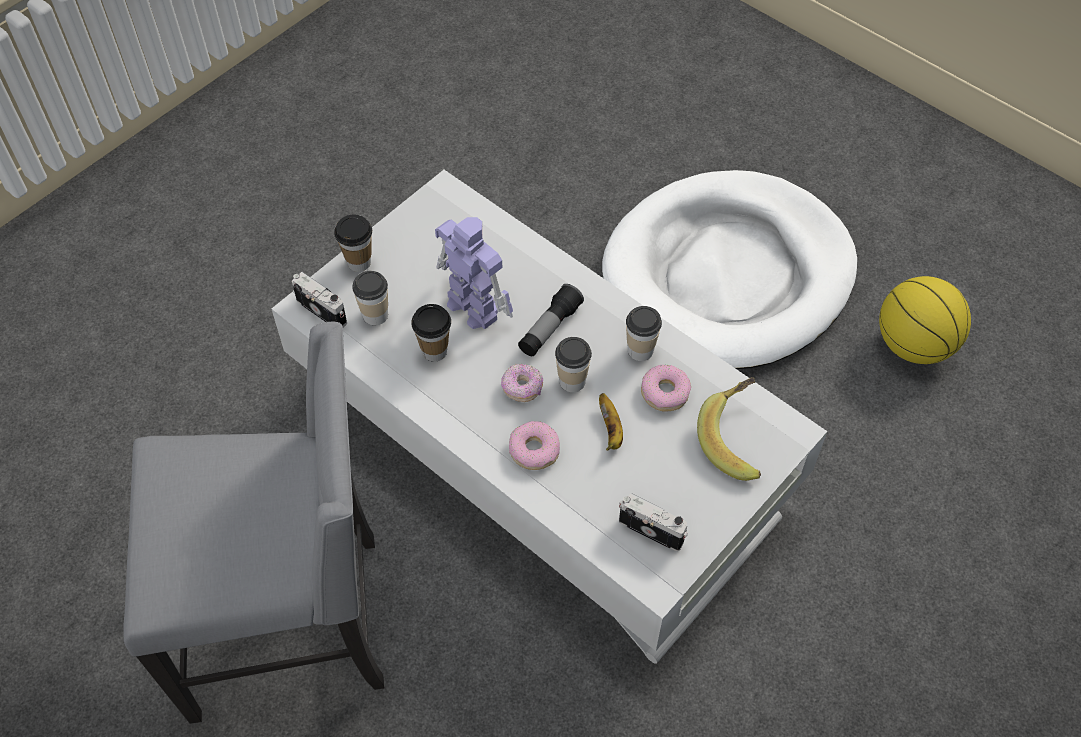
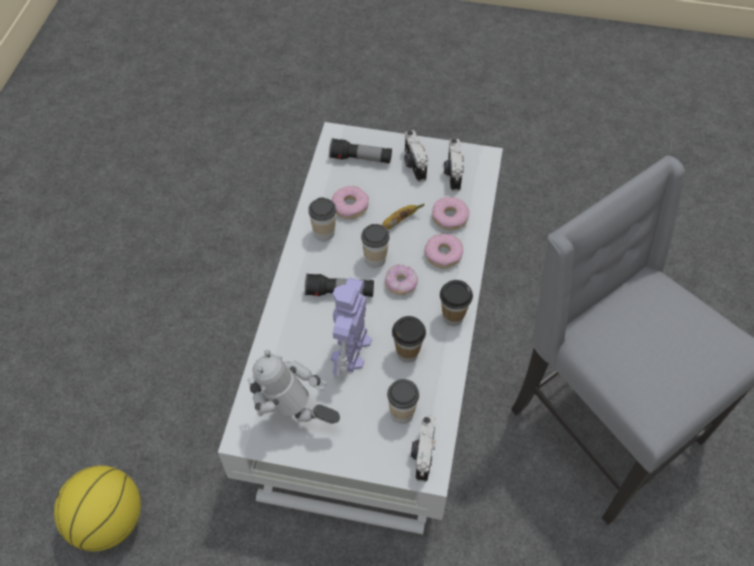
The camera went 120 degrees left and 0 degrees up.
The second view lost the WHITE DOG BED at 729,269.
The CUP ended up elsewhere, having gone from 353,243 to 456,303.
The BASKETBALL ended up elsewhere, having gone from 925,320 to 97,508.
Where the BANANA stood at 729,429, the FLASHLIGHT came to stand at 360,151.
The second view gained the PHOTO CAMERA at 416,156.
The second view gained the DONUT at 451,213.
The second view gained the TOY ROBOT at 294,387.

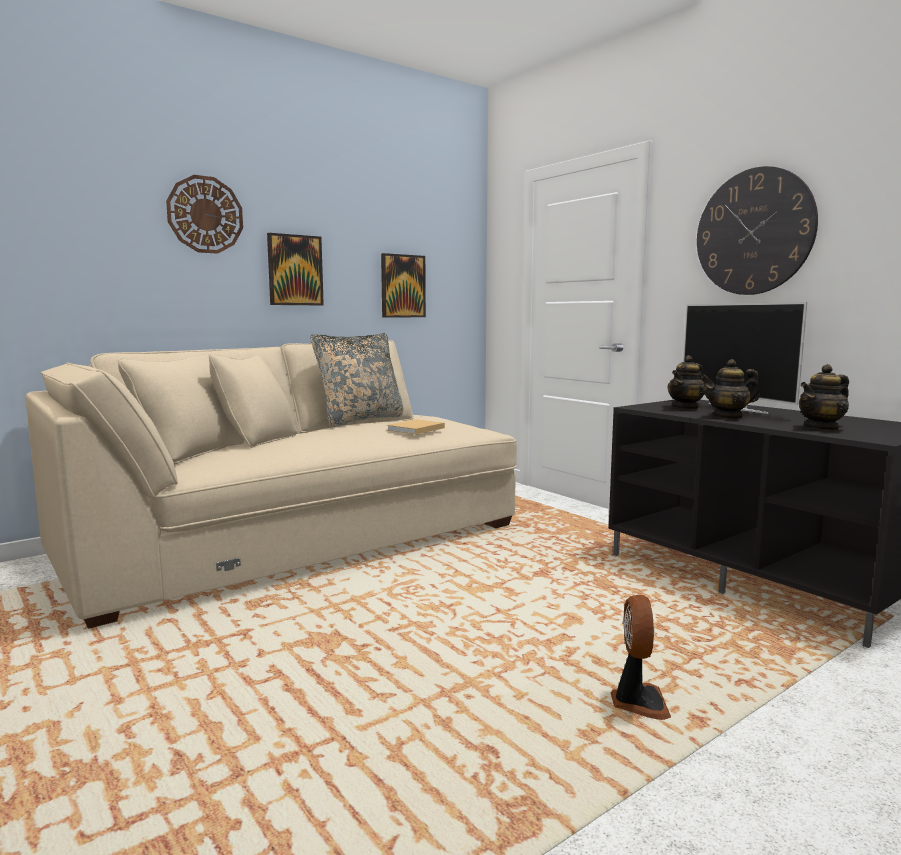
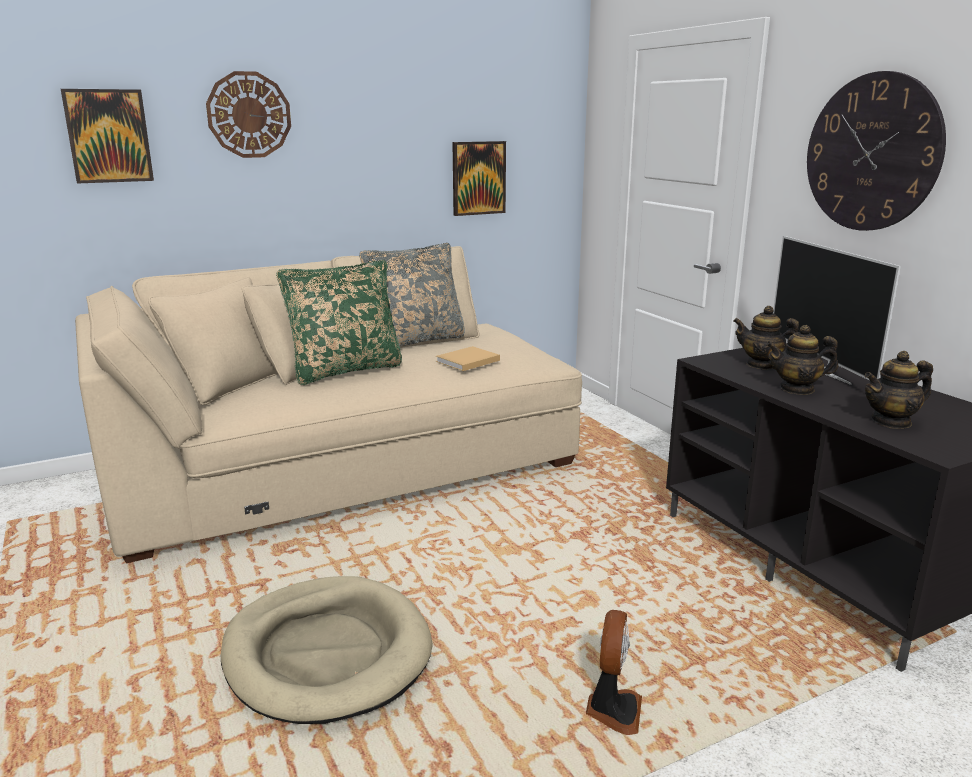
The camera went 10 degrees right and 10 degrees up.
The PICTURE ended up elsewhere, having gone from 295,269 to 107,136.
The TEAPOT at 686,382 ended up facing another way, 60 degrees clockwise from before.
The second view gained the GREEN PILLOW at 339,322.
The second view gained the BEIGE DOG BED at 326,650.

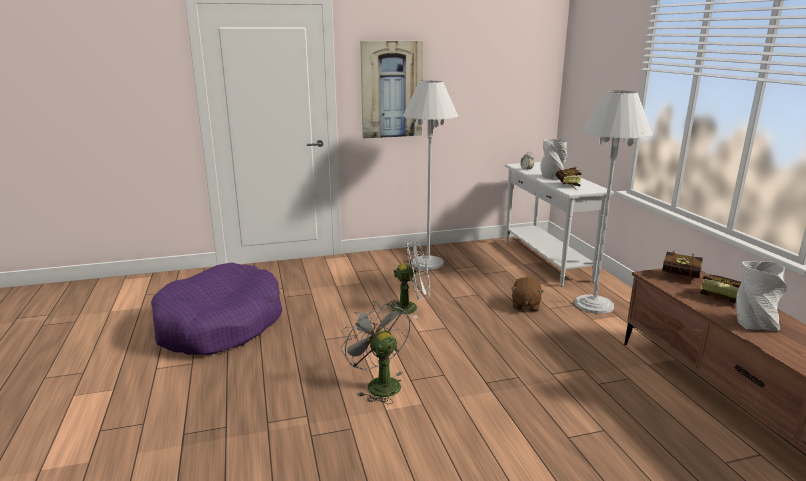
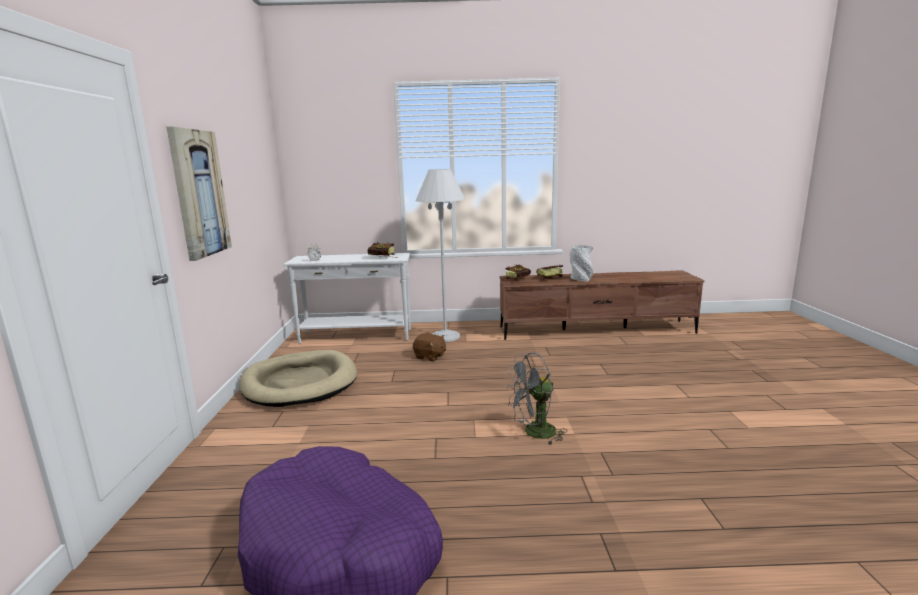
The camera went 75 degrees left and 5 degrees down.
Where the WHITE FLOOR LAMP stood at 430,175, the BEIGE DOG BED came to stand at 298,378.
The second view lost the GREY VASE at 554,159.
The second view lost the WHITE FAN at 406,280.

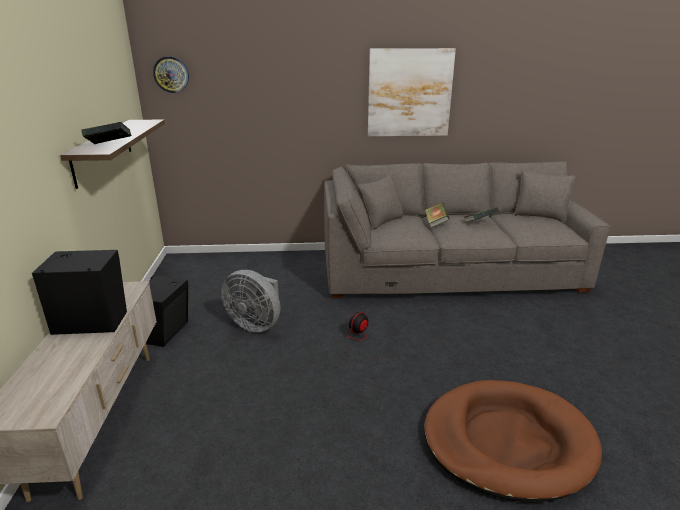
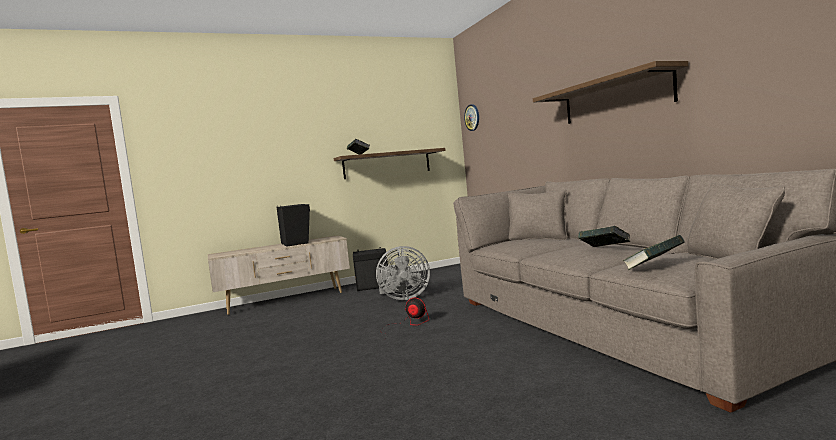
The camera went 70 degrees right and 20 degrees down.
Where the PICTURE hung at 412,92, the SHELF came to hang at 610,92.
The BOOK ended up elsewhere, having gone from 437,215 to 654,252.
The GREY FAN at 250,301 ended up facing another way, 105 degrees counterclockwise from before.
The second view lost the BROWN DOG BED at 513,441.

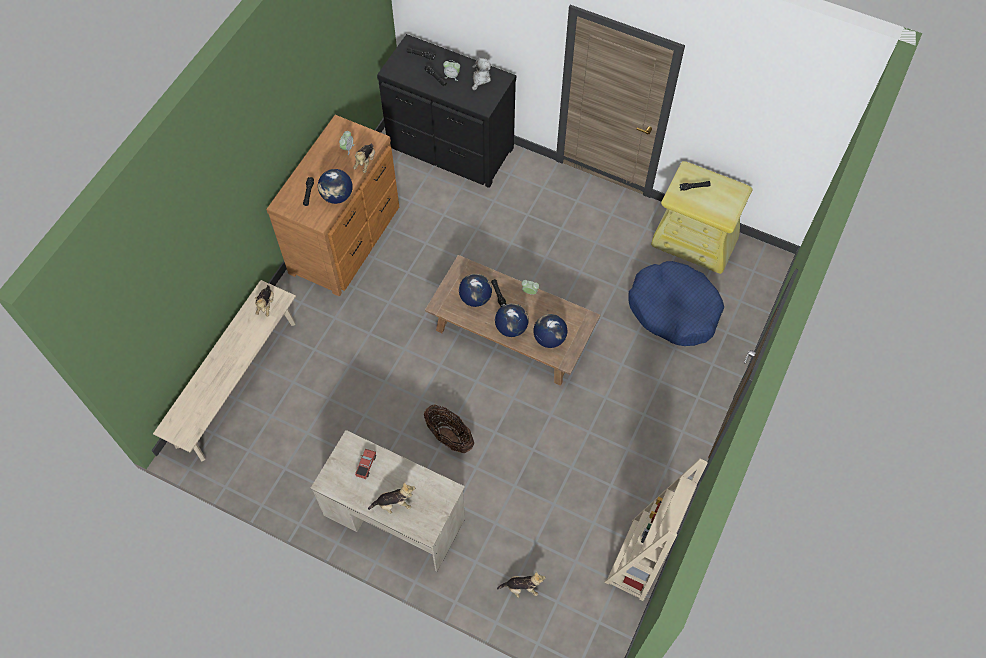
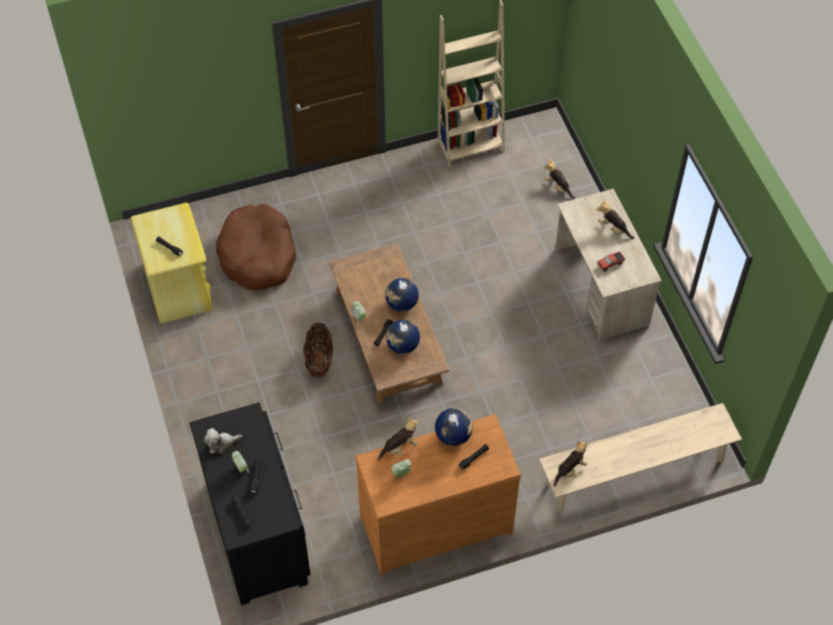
The camera went 135 degrees left and 5 degrees down.
What was the BLUE DOG BED at 676,303 turned into the BROWN DOG BED at 256,247.
The second view lost the GLOBE at 550,331.
The BASKET ended up elsewhere, having gone from 449,428 to 318,350.

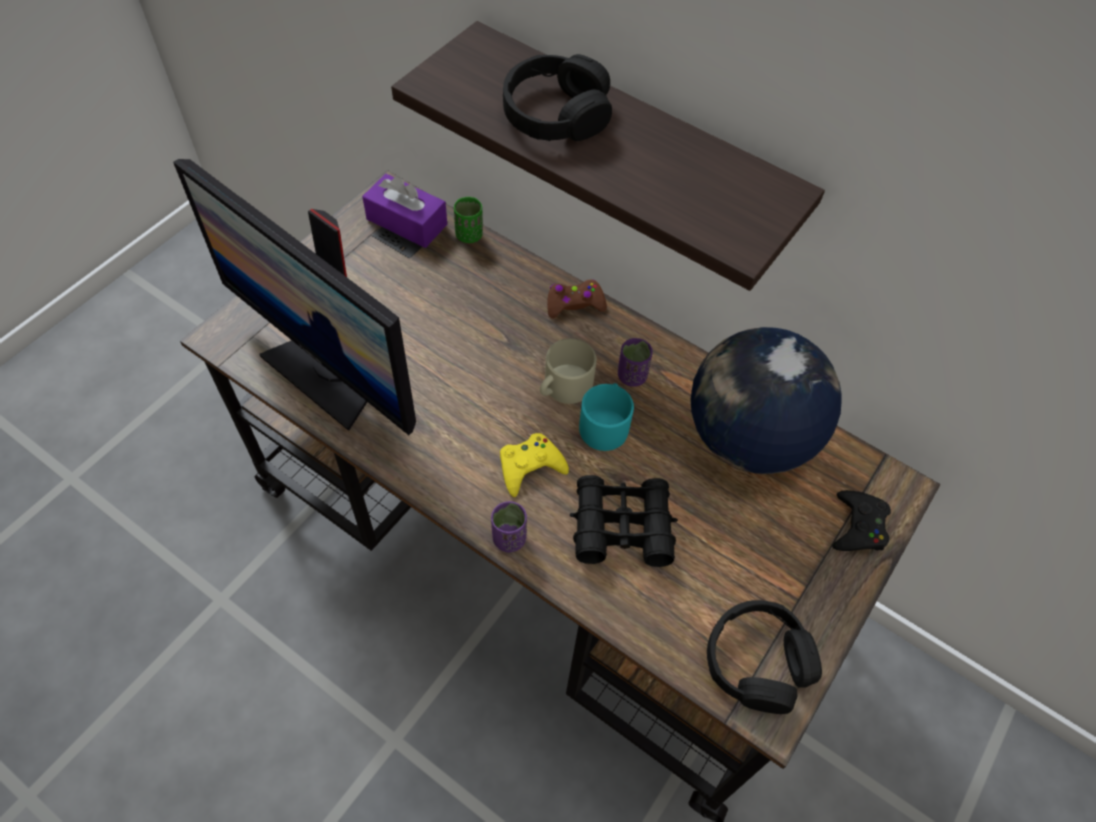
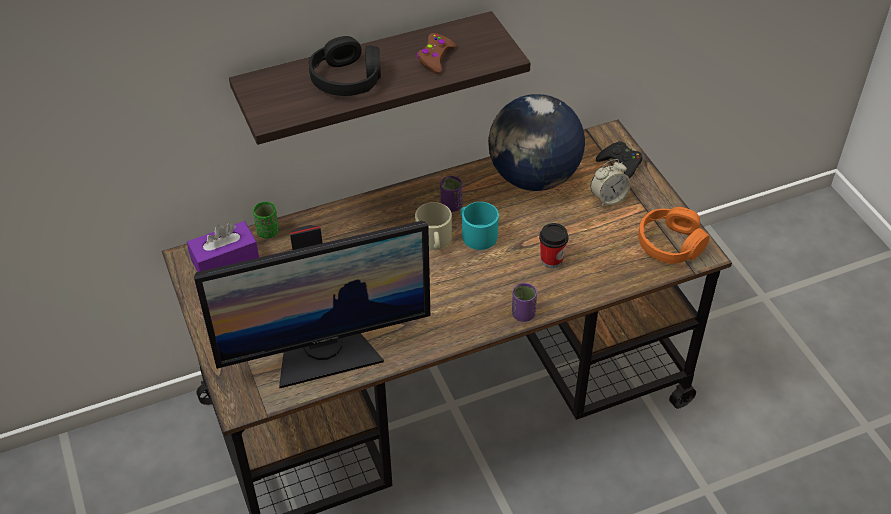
The camera went 55 degrees left and 10 degrees down.
The BROWN GAME CONTROLLER ended up elsewhere, having gone from 577,298 to 436,53.
The second view lost the YELLOW GAME CONTROLLER at 534,465.
Where the BLACK BINOCULARS stood at 624,521, the CUP came to stand at 554,245.
What was the BLACK HEADPHONES at 764,657 turned into the ORANGE HEADPHONES at 673,235.
The second view gained the ALARM CLOCK at 610,183.

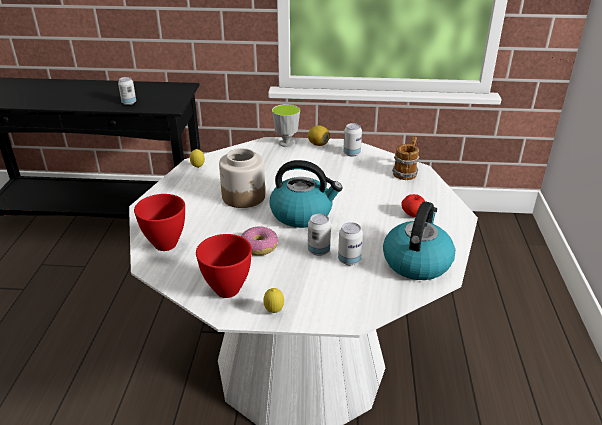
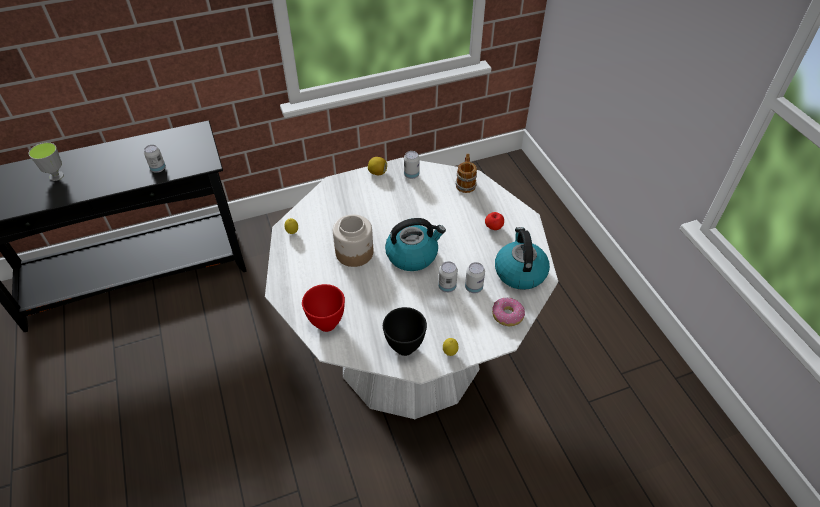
The camera went 25 degrees left and 15 degrees up.
The CUP ended up elsewhere, having gone from 286,125 to 46,161.
The DONUT ended up elsewhere, having gone from 259,241 to 508,312.
What was the RED BOWL at 224,266 turned into the BLACK BOWL at 405,331.

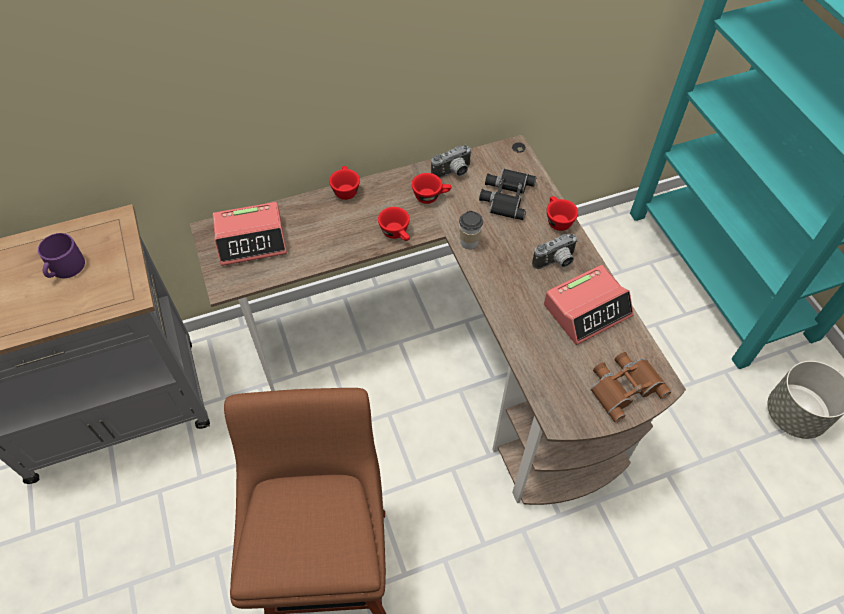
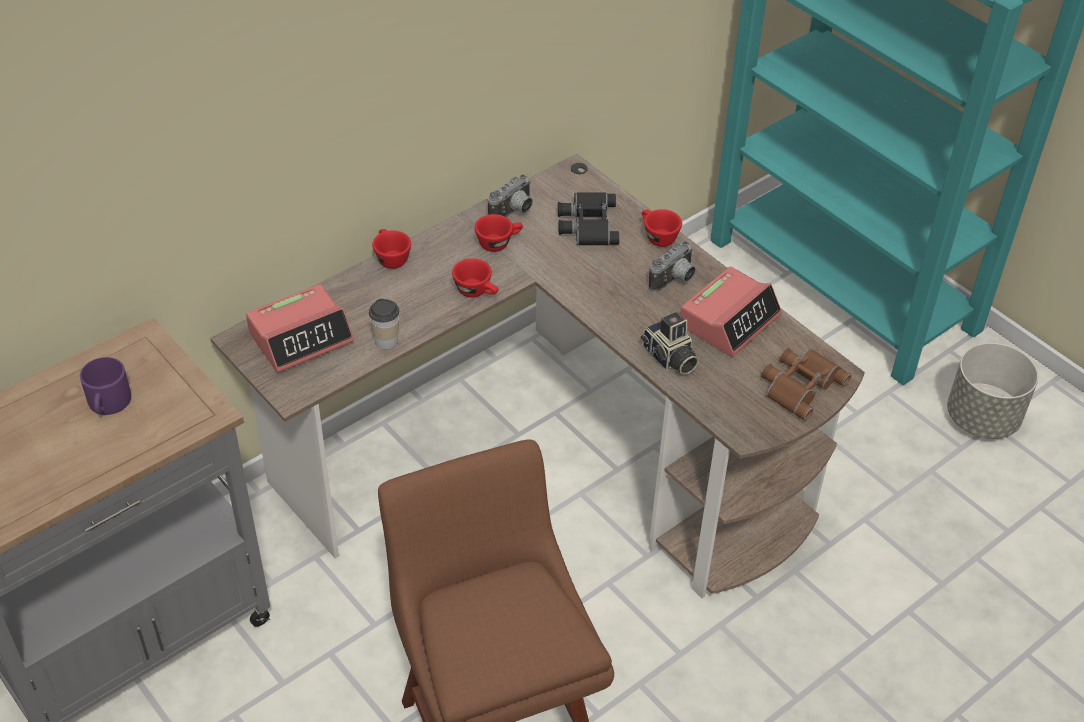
The camera went 20 degrees left and 10 degrees down.
The CUP ended up elsewhere, having gone from 471,230 to 384,324.
The second view gained the PHOTO CAMERA at 670,343.

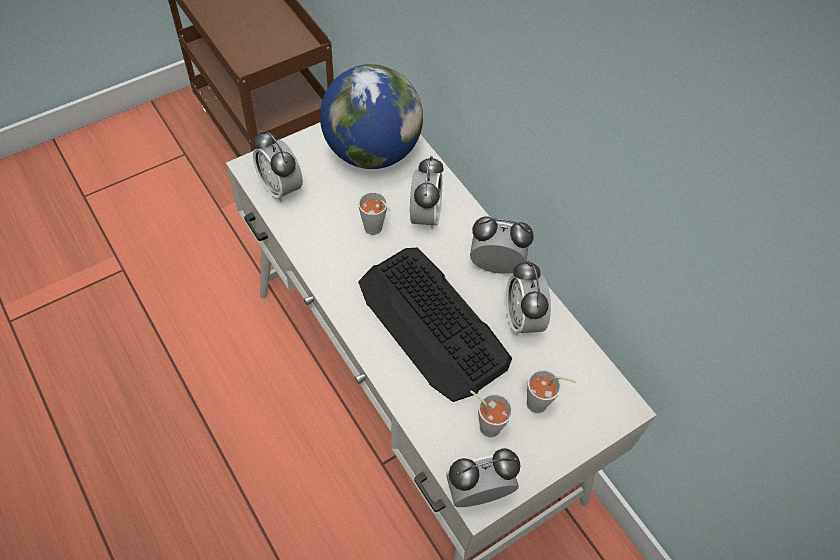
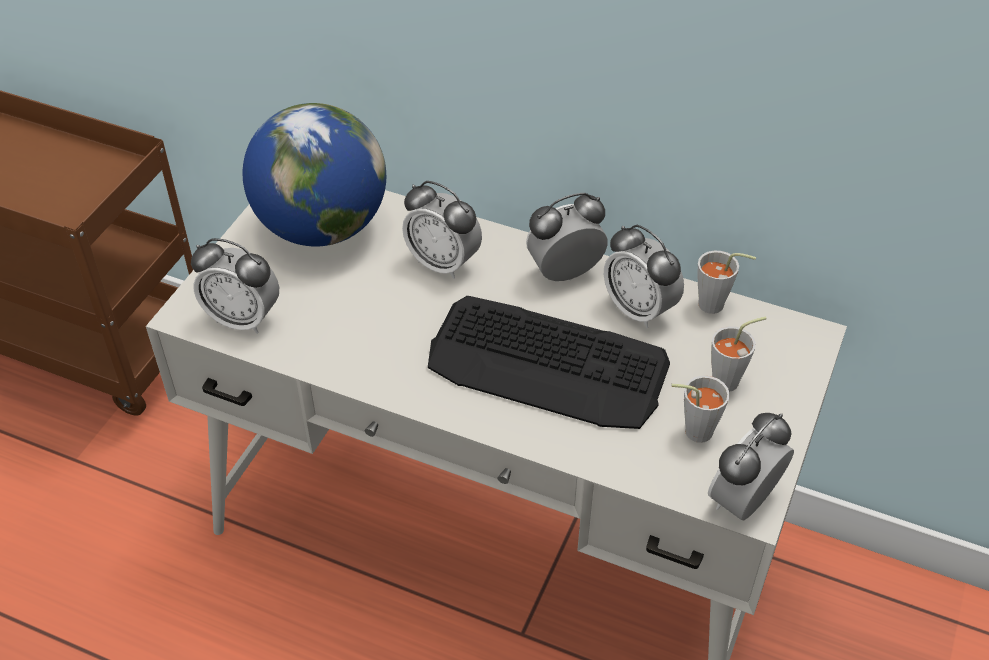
The camera went 30 degrees left and 10 degrees down.
The ALARM CLOCK at 427,193 ended up facing another way, 150 degrees clockwise from before.
The GREY CUP ended up elsewhere, having gone from 374,213 to 726,282.

